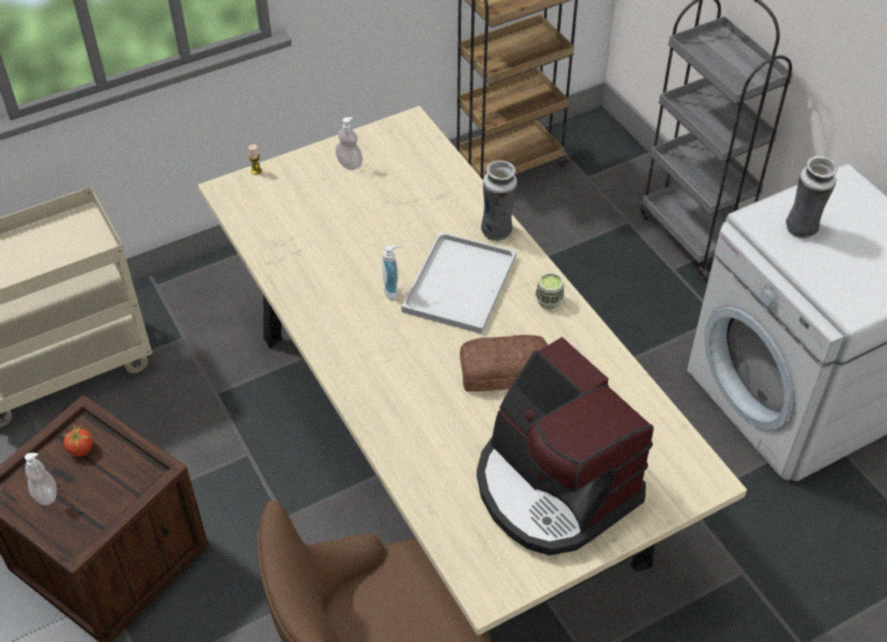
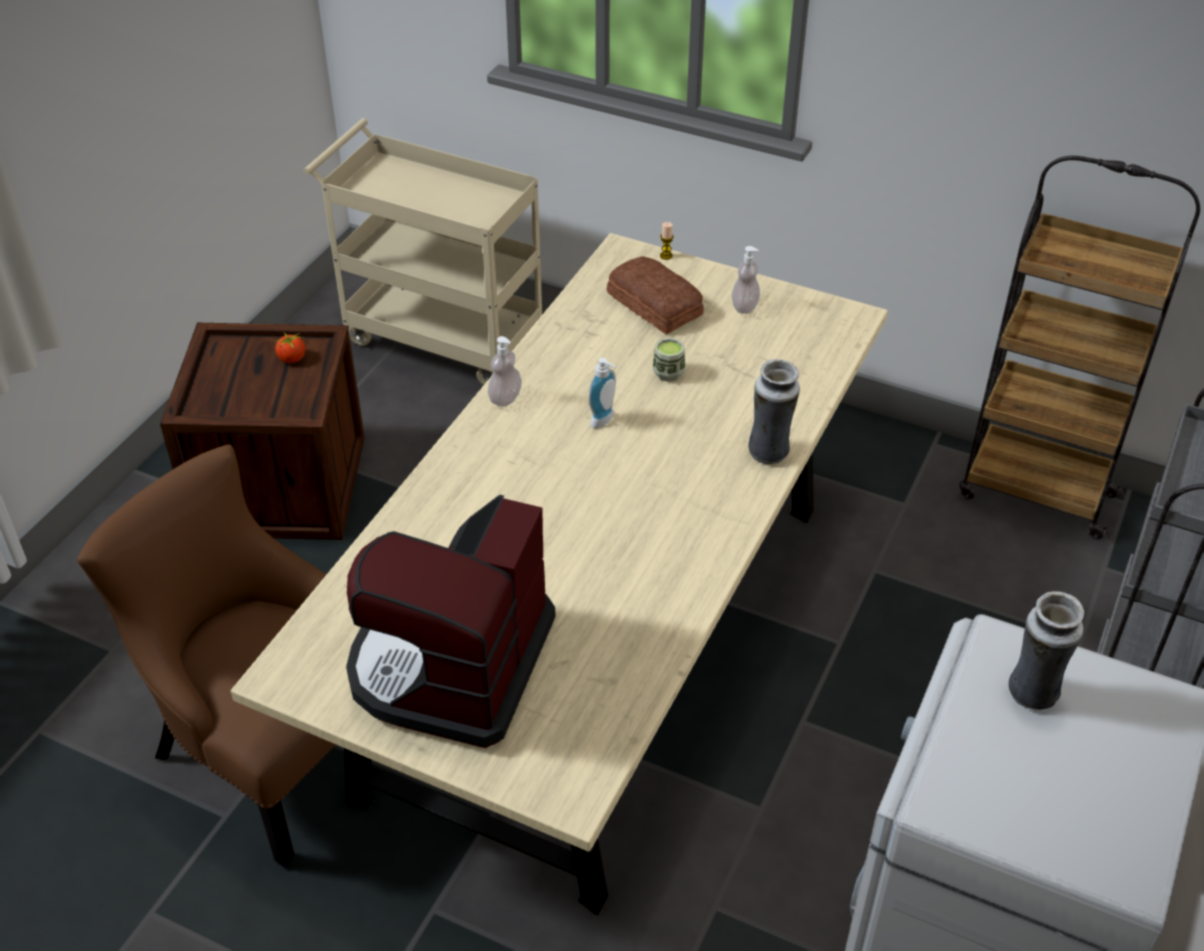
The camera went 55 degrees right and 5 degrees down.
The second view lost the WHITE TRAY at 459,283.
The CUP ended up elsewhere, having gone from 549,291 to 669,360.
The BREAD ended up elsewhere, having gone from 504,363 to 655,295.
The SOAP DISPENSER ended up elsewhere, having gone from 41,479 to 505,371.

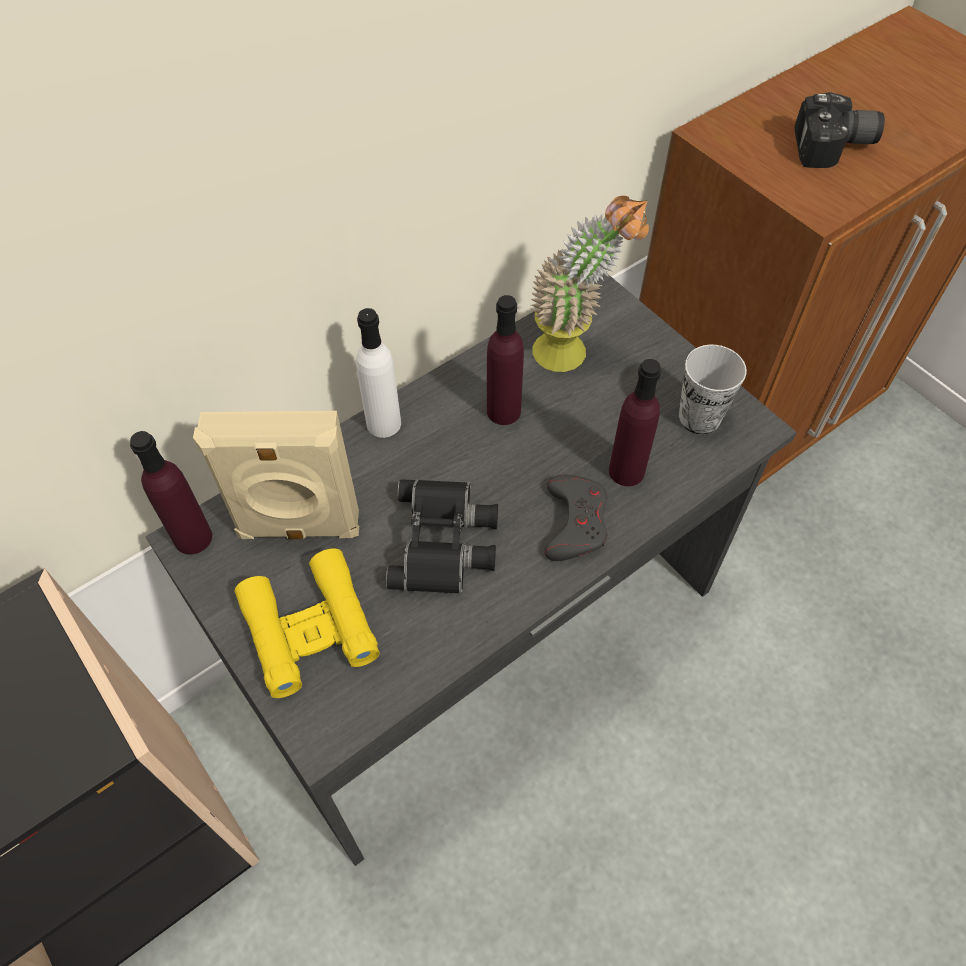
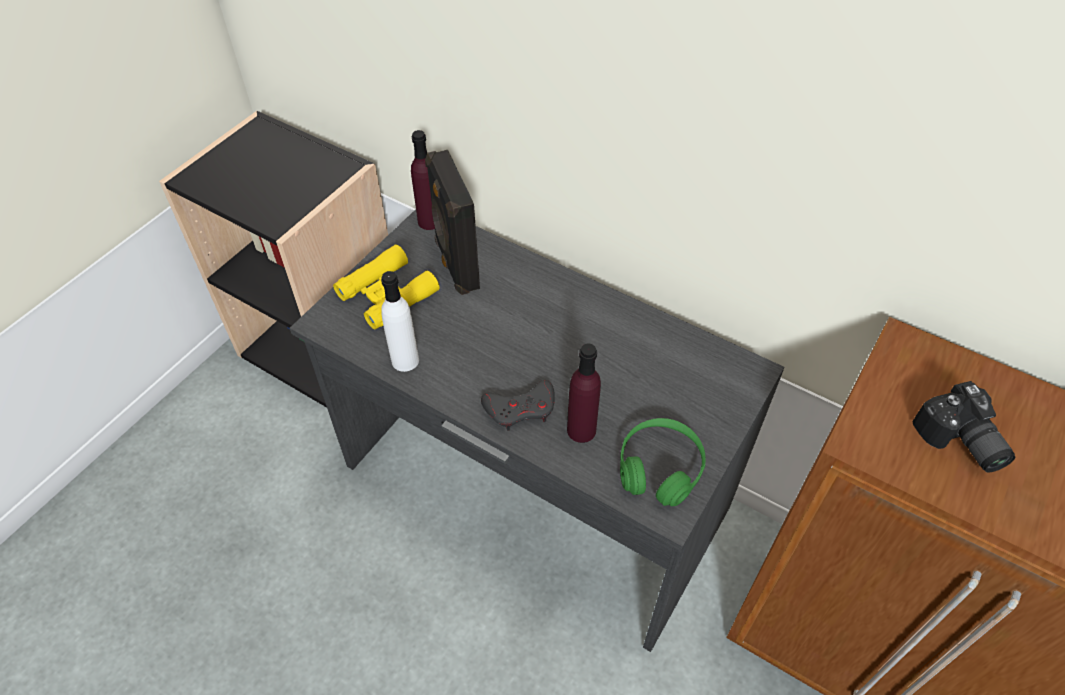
The camera went 70 degrees right and 5 degrees down.
The second view lost the POTTED PLANT at 589,284.
The second view lost the PURPLE BOTTLE at 505,360.
The WHITE BOTTLE ended up elsewhere, having gone from 378,373 to 400,321.
Where the CUP stood at 713,390, the GREEN HEADPHONES came to stand at 663,462.
What was the BEIGE SPEAKER at 276,475 turned into the BLACK SPEAKER at 452,222.
The second view lost the BLACK BINOCULARS at 442,536.

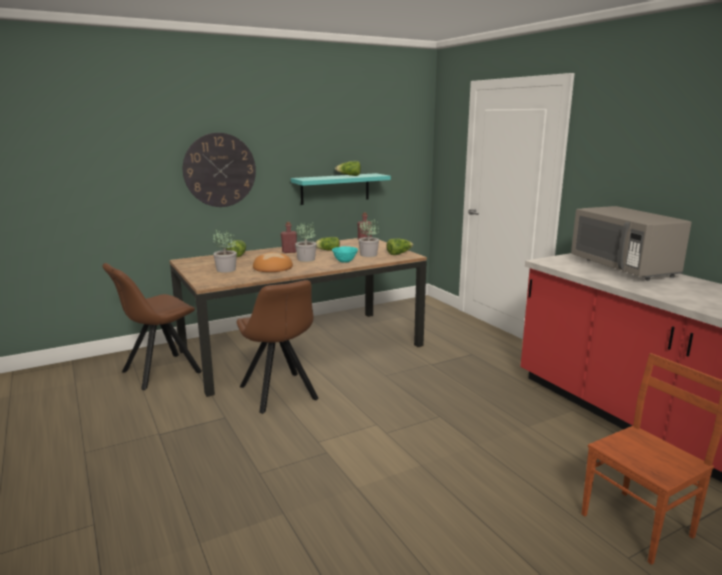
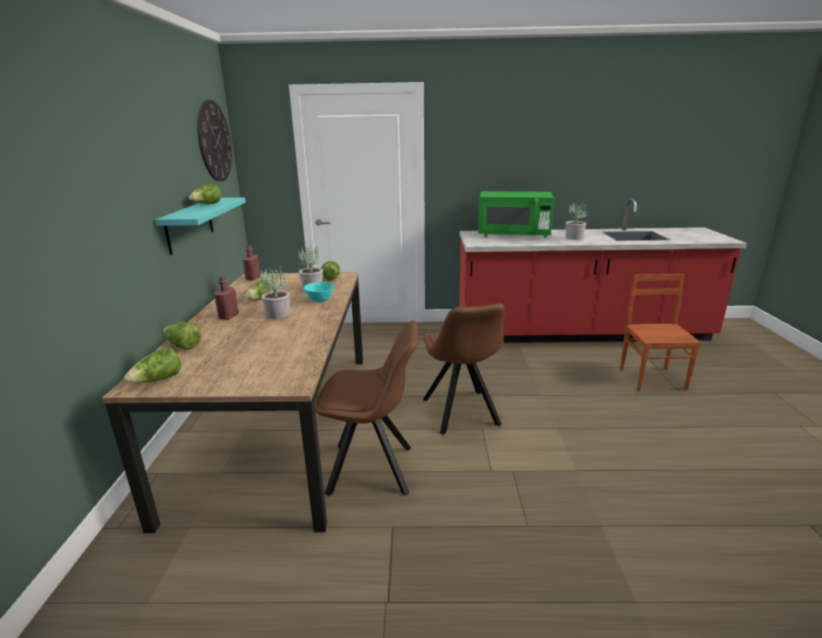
The camera went 60 degrees left and 5 degrees up.
The WALL CLOCK ended up elsewhere, having gone from 219,170 to 214,141.
What was the GREY MICROWAVE at 631,243 turned into the GREEN MICROWAVE at 516,214.
The POTTED PLANT ended up elsewhere, having gone from 225,251 to 576,221.
The second view lost the BREAD at 273,262.
The BROWN CHAIR ended up elsewhere, having gone from 152,326 to 464,369.
The second view gained the LETTUCE at 152,365.

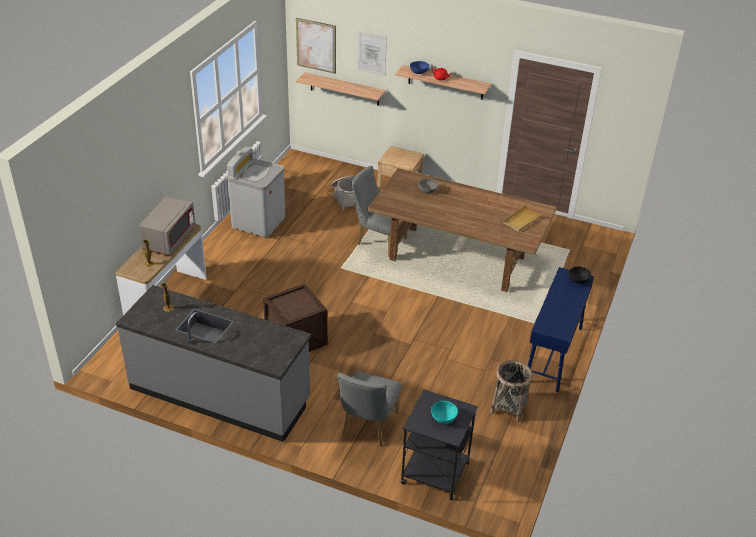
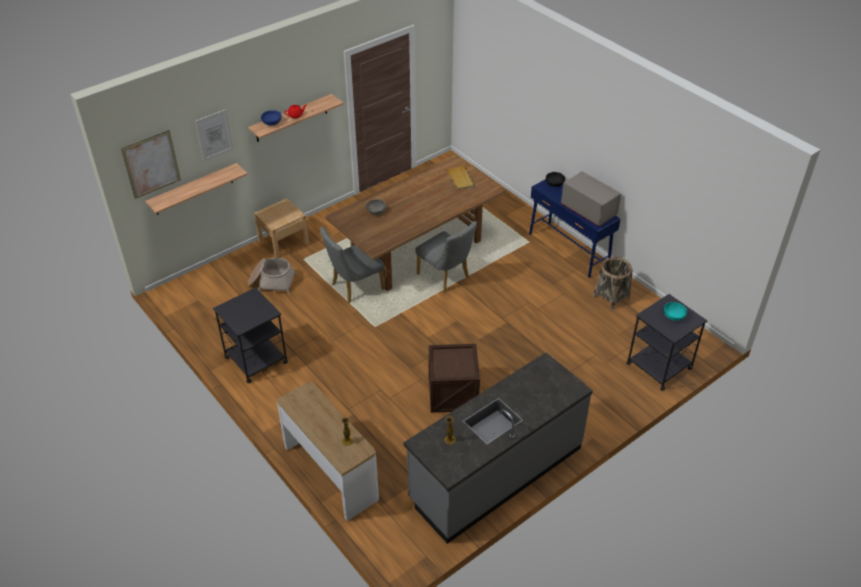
The camera went 60 degrees left and 5 degrees up.
Where the GREY WASHING MACHINE stood at 255,191, the BLACK CART came to stand at 250,335.
The GREY MICROWAVE ended up elsewhere, having gone from 167,225 to 591,199.
The GREY CHAIR ended up elsewhere, having gone from 369,408 to 446,257.

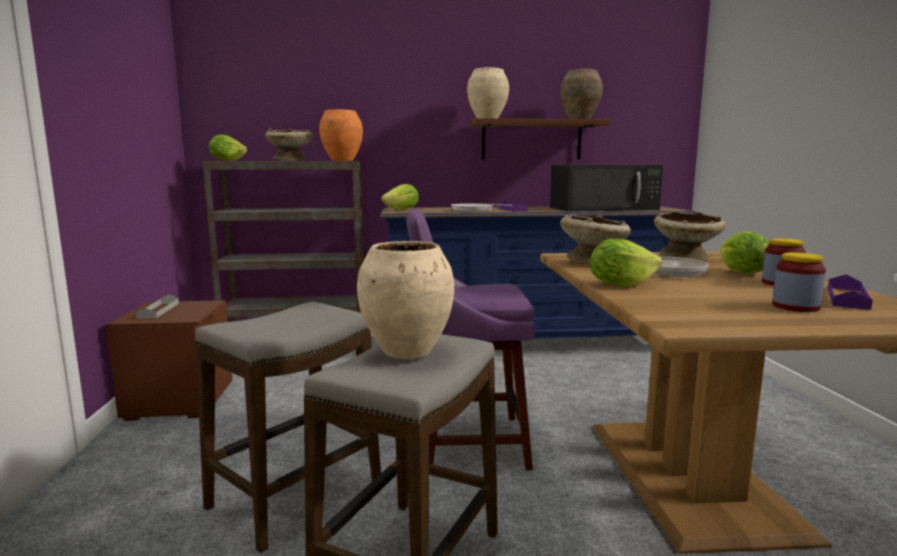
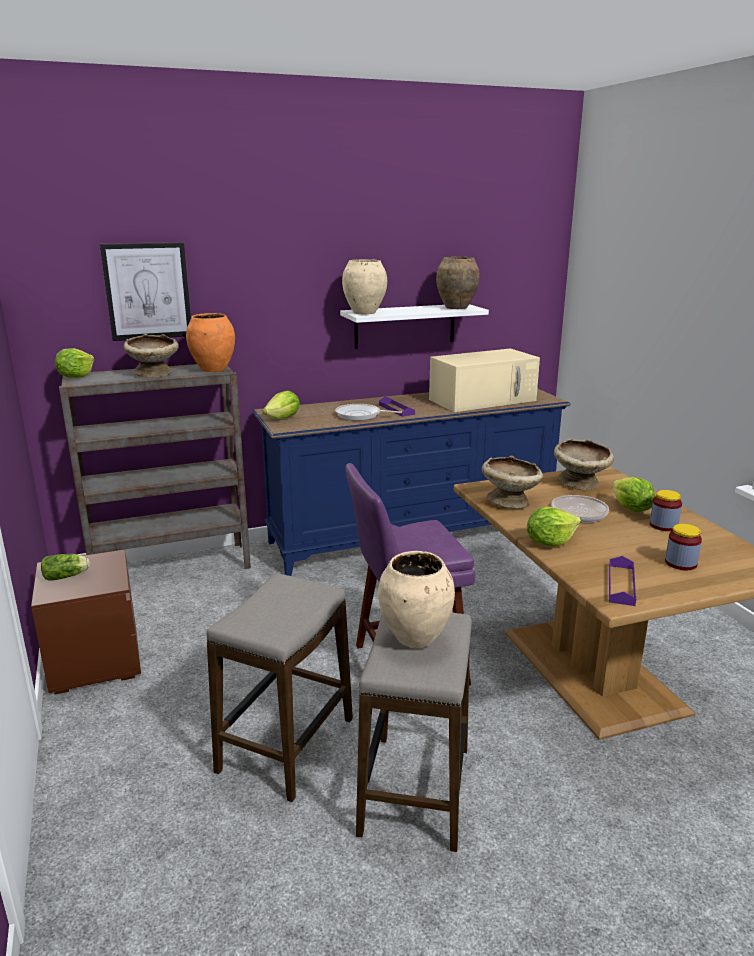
The camera went 15 degrees left and 10 degrees up.
What was the BROWN SHELF at 540,138 turned into the WHITE SHELF at 414,326.
What was the BLACK MICROWAVE at 606,188 turned into the BEIGE MICROWAVE at 484,380.
The PURPLE TRAY ended up elsewhere, having gone from 850,292 to 622,581.
Where the GREY TRAY stood at 157,307, the LETTUCE came to stand at 65,567.
The second view gained the PICTURE at 145,291.

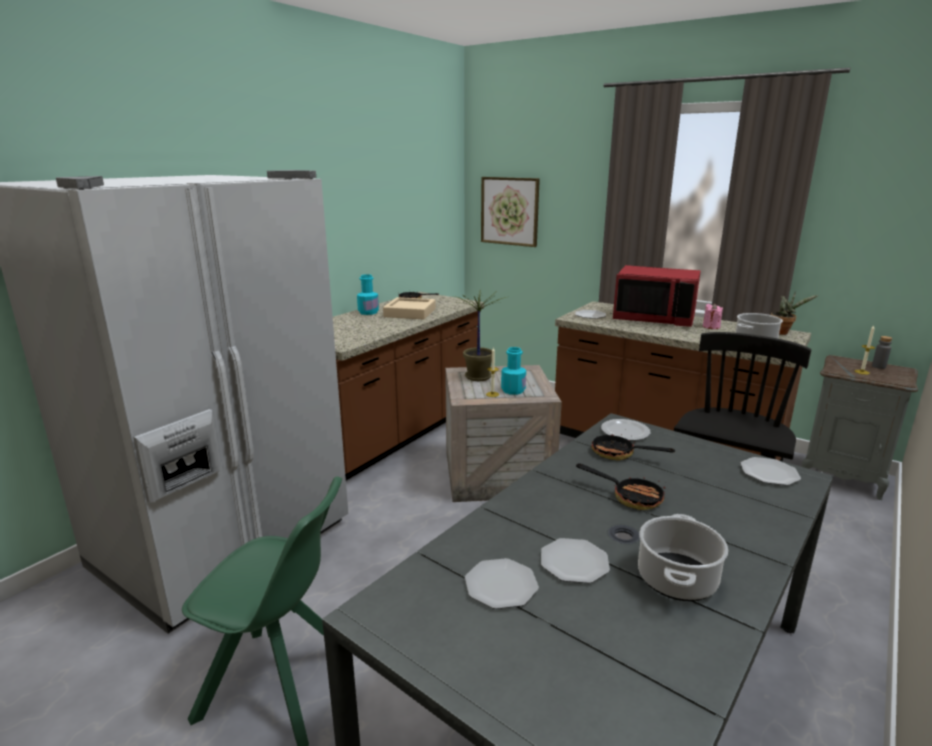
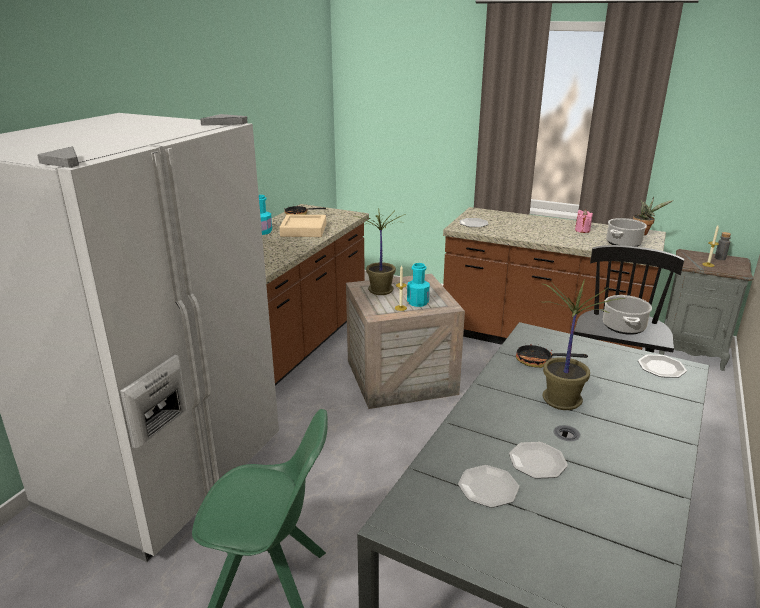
The camera went 10 degrees left and 5 degrees up.
The second view lost the PICTURE at 510,212.
The second view lost the RED MICROWAVE at 657,296.
The second view lost the PLATE at 626,430.
Where the FRYING PAN stood at 620,486, the POTTED PLANT came to stand at 584,344.
The COOKING POT ended up elsewhere, having gone from 683,557 to 627,315.

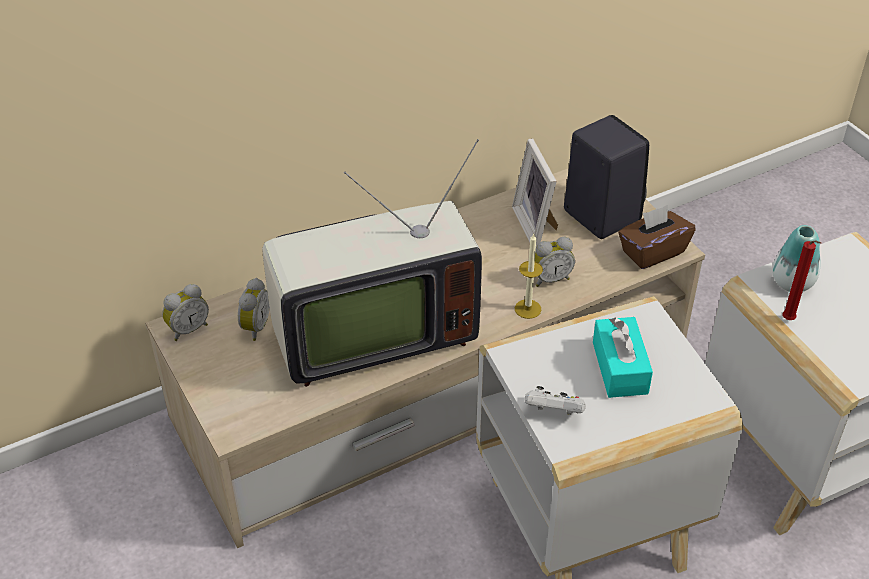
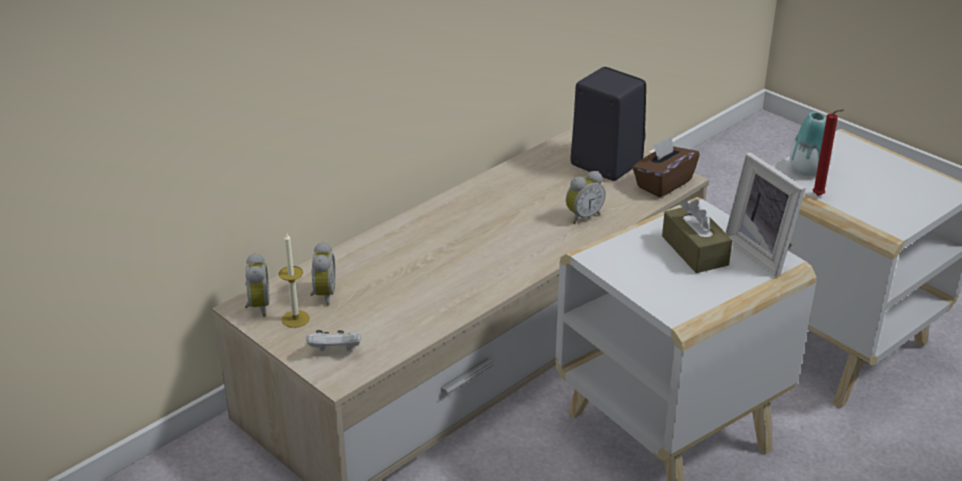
The camera went 15 degrees left and 10 degrees down.
The second view lost the TELEVISION at 372,263.
The PICTURE FRAME ended up elsewhere, having gone from 535,192 to 765,214.
The CANDLE ended up elsewhere, having gone from 529,276 to 294,280.
The ALARM CLOCK at 185,312 ended up facing another way, 45 degrees counterclockwise from before.
What was the TURQUOISE TISSUE BOX at 623,357 turned into the BROWN TISSUE BOX at 697,236.
The WHITE GAME CONTROLLER ended up elsewhere, having gone from 555,400 to 333,340.

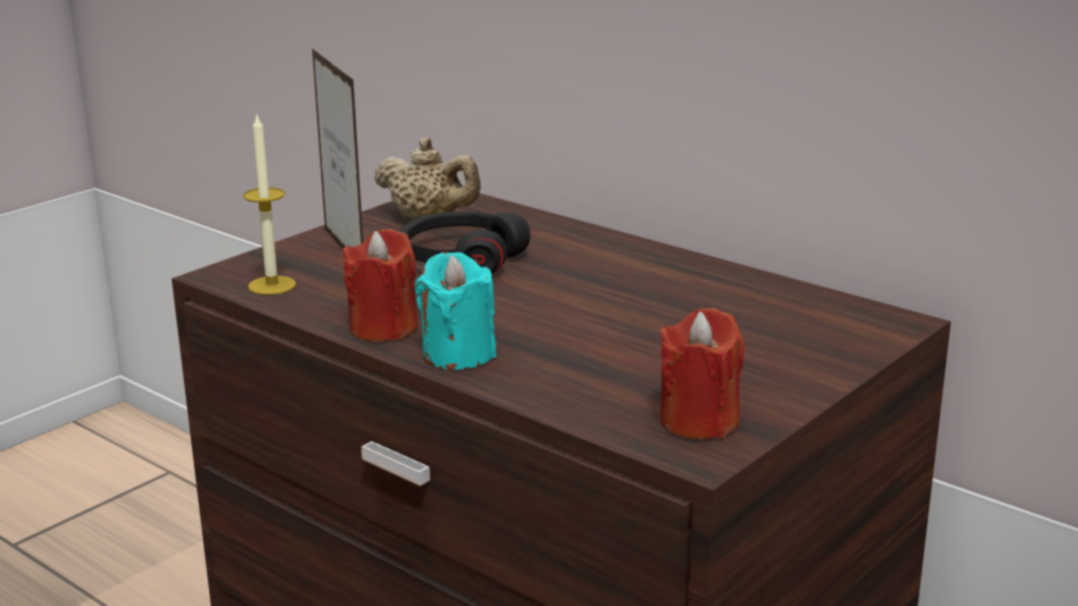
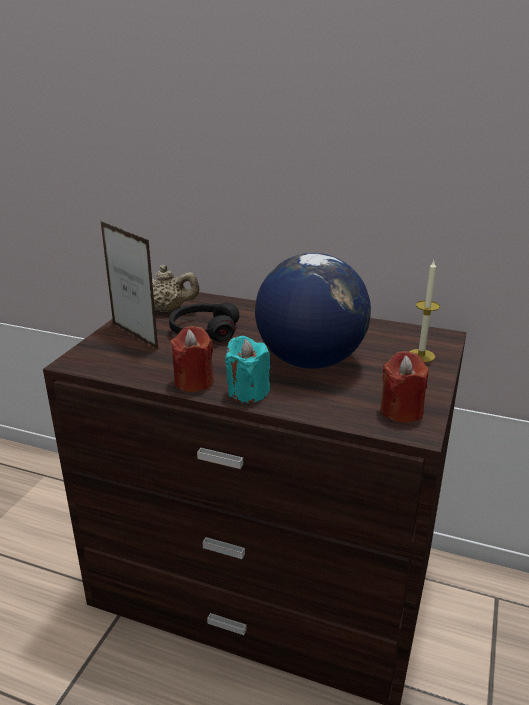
The camera went 20 degrees left and 5 degrees up.
The CANDLE ended up elsewhere, having gone from 269,204 to 424,311.
The second view gained the GLOBE at 313,311.

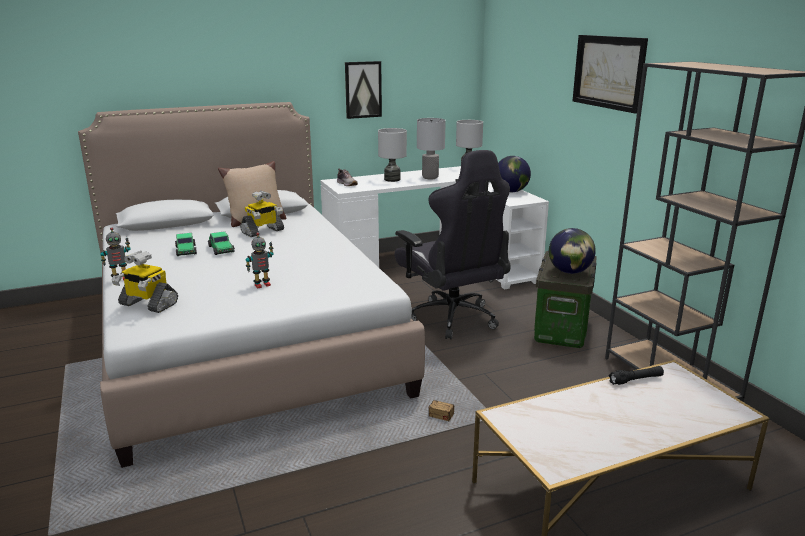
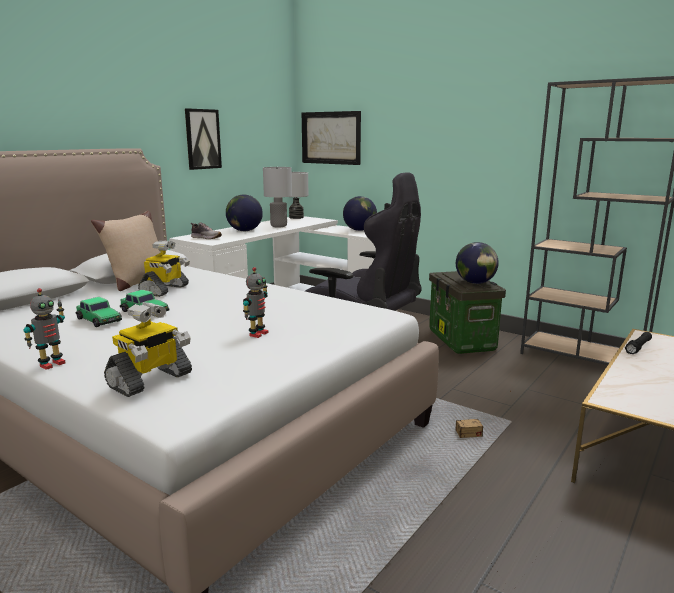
The camera went 30 degrees left and 5 degrees down.
The PICTURE ended up elsewhere, having gone from 610,74 to 331,138.
Where the GREY TABLE LAMP stood at 392,155, the GLOBE came to stand at 244,212.
The TOY ROBOT at 145,282 ended up facing another way, 45 degrees counterclockwise from before.

